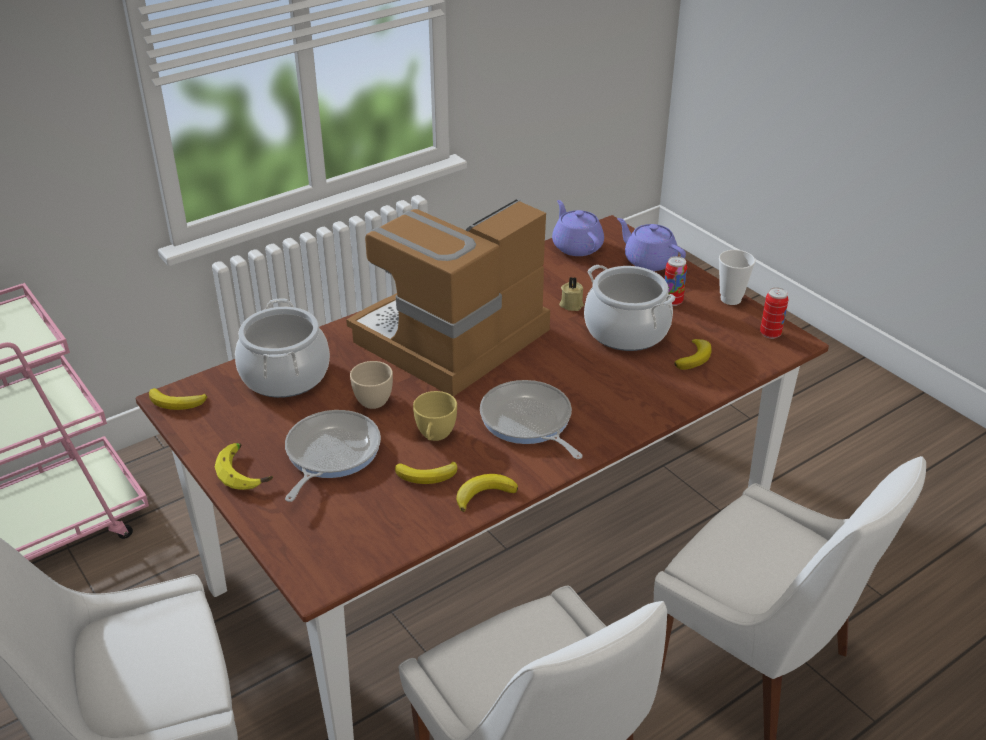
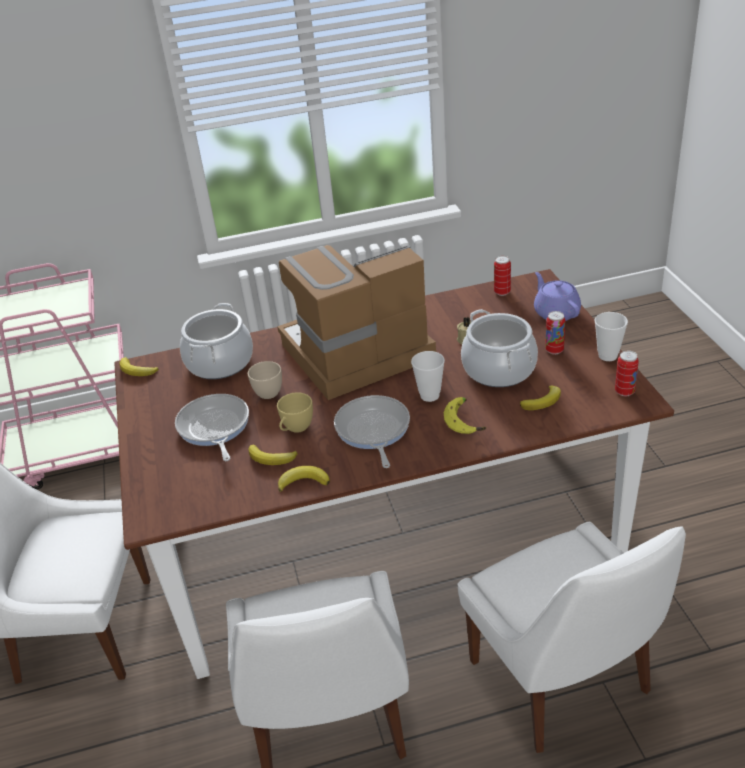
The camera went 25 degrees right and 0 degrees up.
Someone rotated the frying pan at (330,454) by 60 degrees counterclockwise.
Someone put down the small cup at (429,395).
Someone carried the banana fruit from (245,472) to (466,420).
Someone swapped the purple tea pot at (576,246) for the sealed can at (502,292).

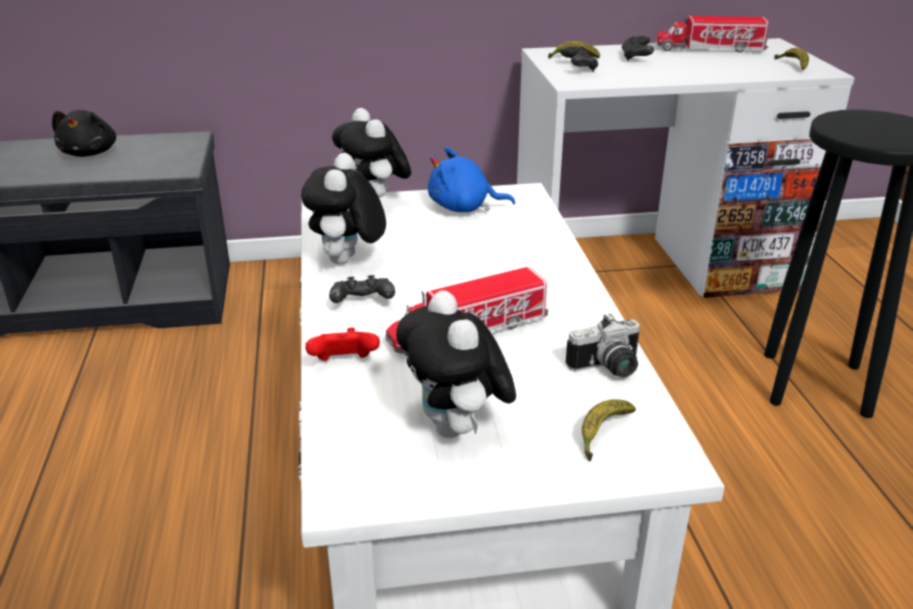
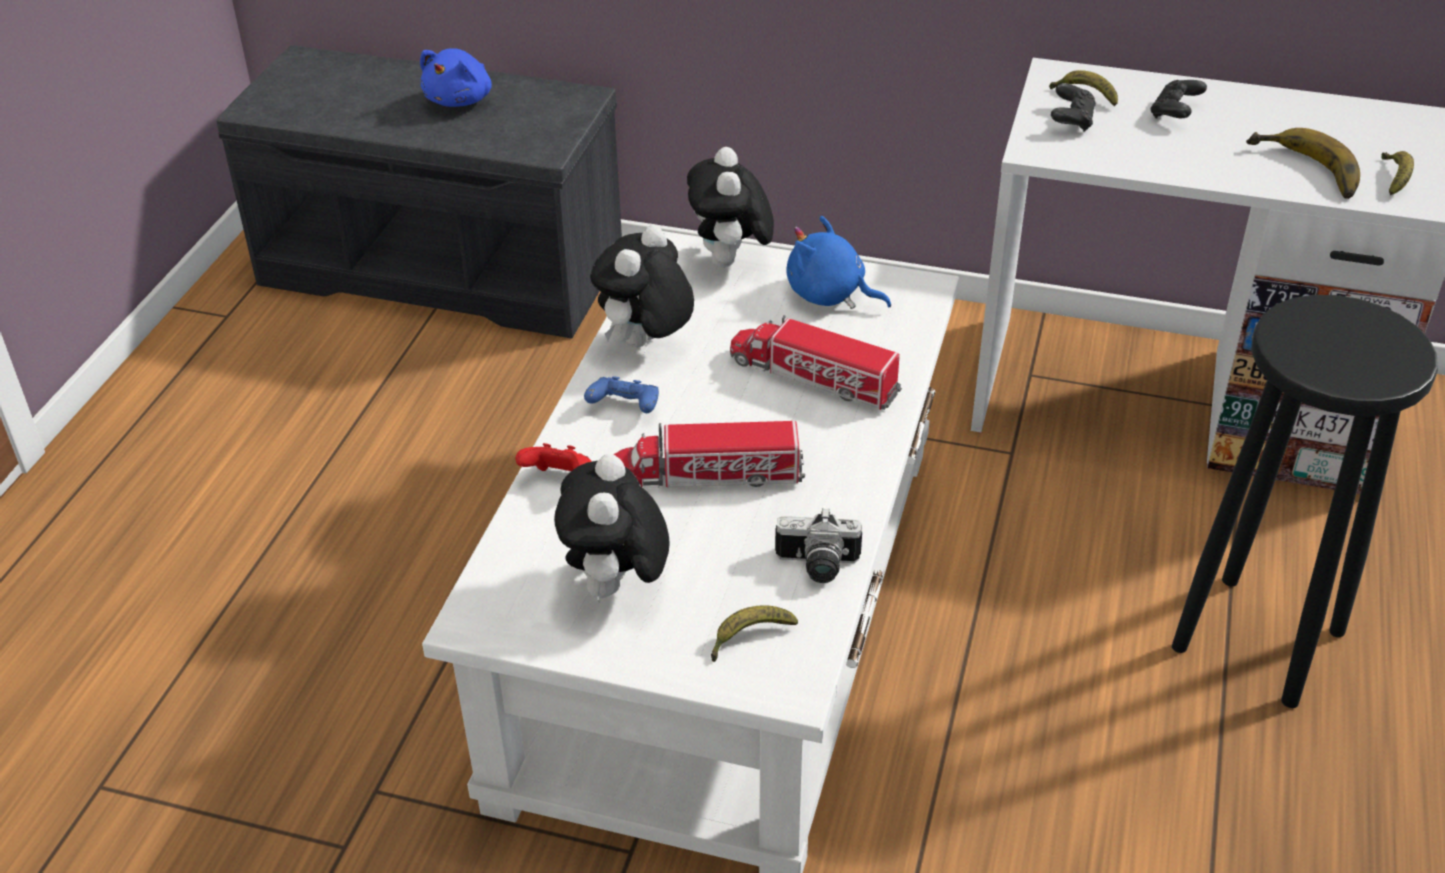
The camera went 25 degrees right and 10 degrees up.
Someone repainted the black-coloured plush toy at (90,153), which became the blue plush toy at (460,100).
Someone repainted the black-coloured gamepad at (362,303), which became the blue gamepad at (625,408).
Someone carried the toy lorry from (710,49) to (813,377).
Someone put down the banana fruit at (1303,172).

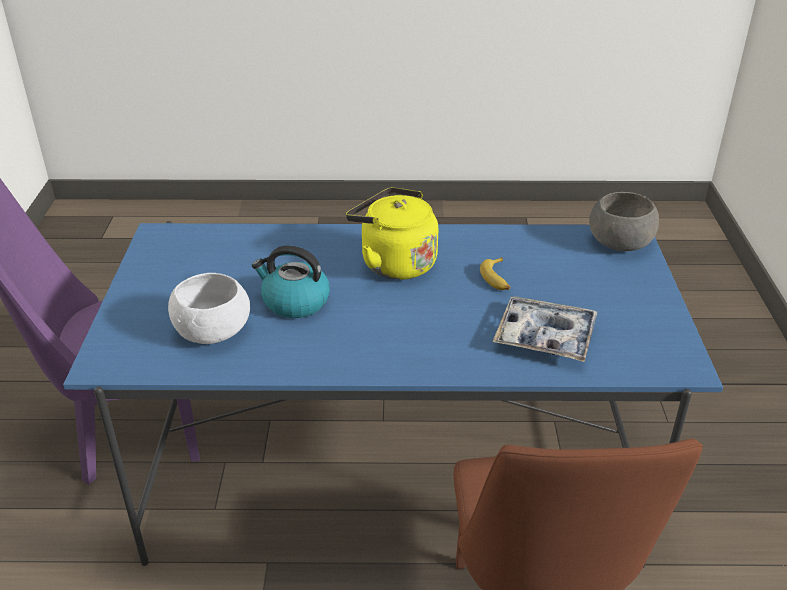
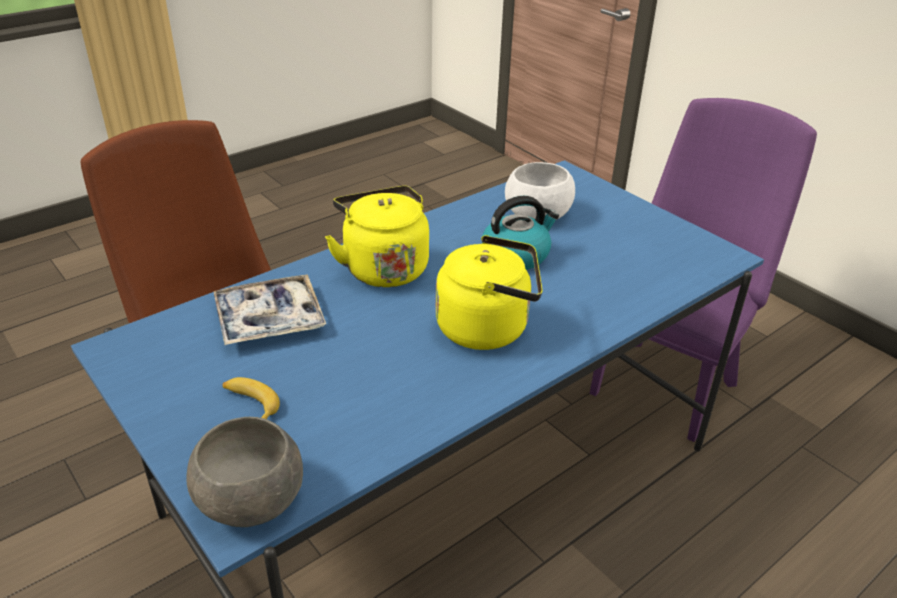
The camera went 140 degrees right and 0 degrees up.
Someone carried the banana fruit from (497,279) to (250,404).
Someone put down the yellow-coloured water kettle at (383,267).

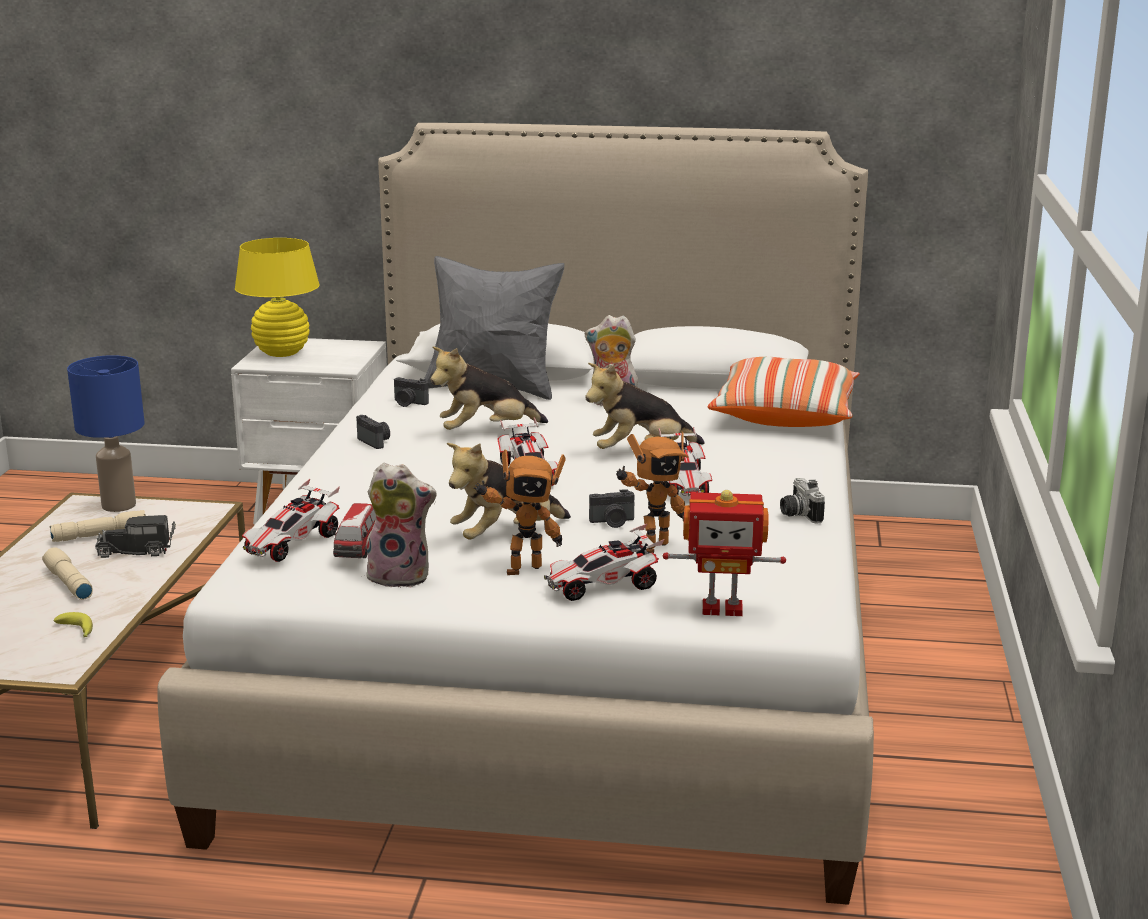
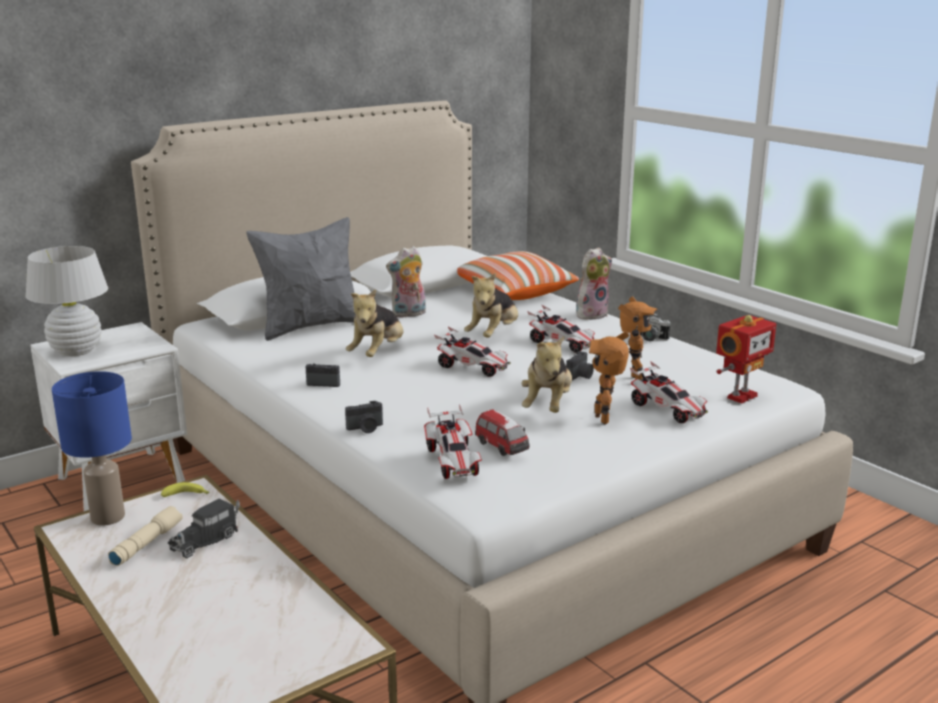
The camera went 45 degrees left and 0 degrees up.
Someone repainted the yellow-coloured lamp for a table at (282,352), which became the whitish lamp for a table at (76,351).
Someone carried the banana fruit from (77,632) to (187,495).
Someone carried the still camera from (408,403) to (365,428).
Someone carried the plush toy from (401,576) to (591,314).
Someone rotated the robot figure at (521,568) by 150 degrees clockwise.
Someone rotated the miniature car at (603,586) by 60 degrees counterclockwise.
Someone took away the beige flashlight at (68,583).

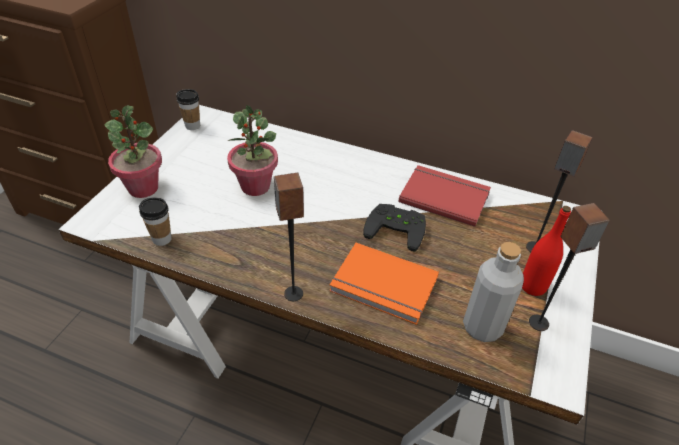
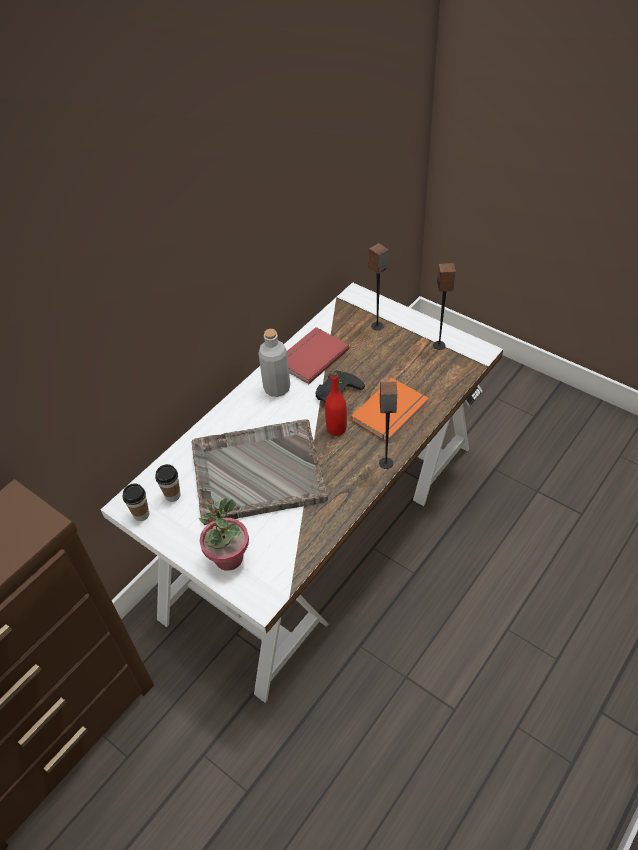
The camera went 70 degrees left and 5 degrees up.
Someone carried the small cup from (162,239) to (172,495).
Someone swapped the plant in a pot at (256,186) for the greyish serving tray at (257,472).
Someone carried the greyish drink bottle from (482,327) to (277,388).
Someone carried the red drink bottle from (533,286) to (336,429).

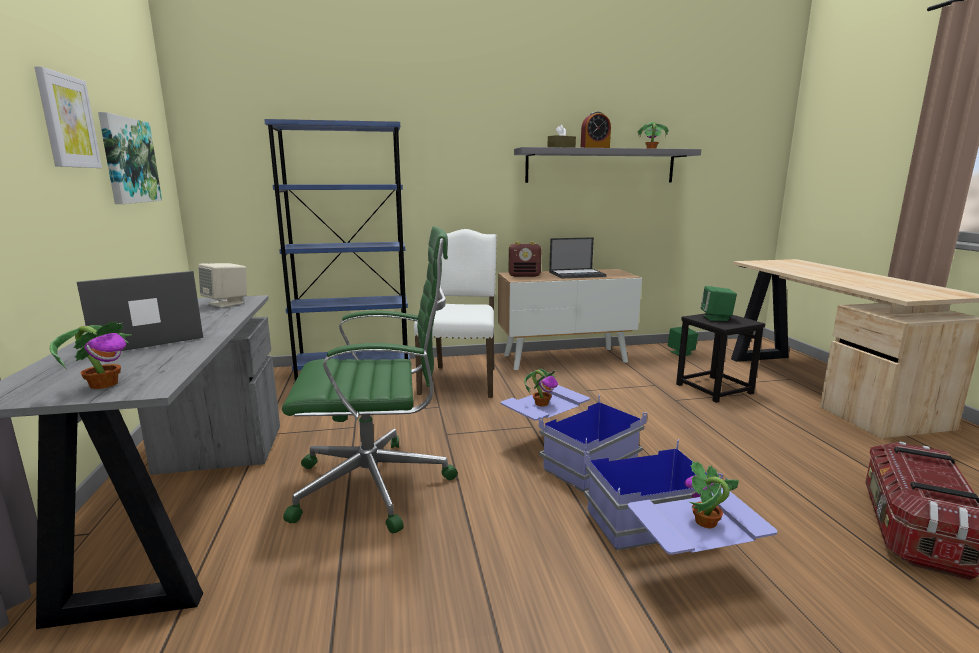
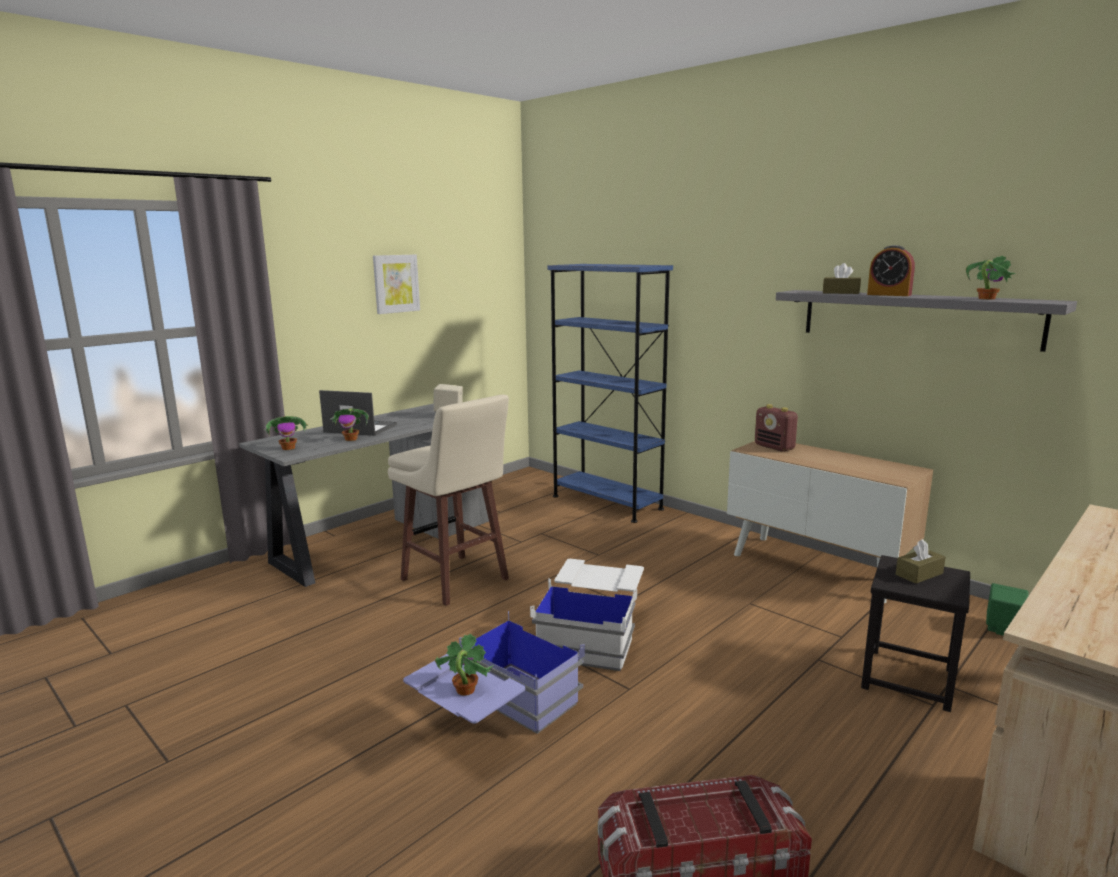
The camera went 55 degrees right and 0 degrees up.
Someone carried the plant in a pot from (541,403) to (351,439).
Someone swapped the greenish office chair at (377,485) for the beige stool seat at (456,581).
Someone repainted the blue storage container at (567,455), which became the whitish storage container at (592,634).
Someone swapped the greenish audio speaker at (716,318) for the brown-coloured tissue holder at (919,574).
Someone took away the picture at (128,160).
Someone took away the whitish plain chair at (461,380).
Someone took away the notebook computer at (577,274).

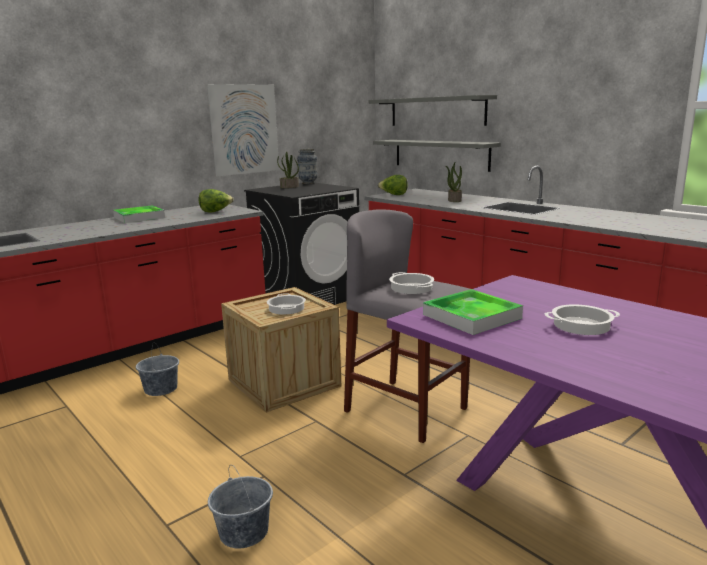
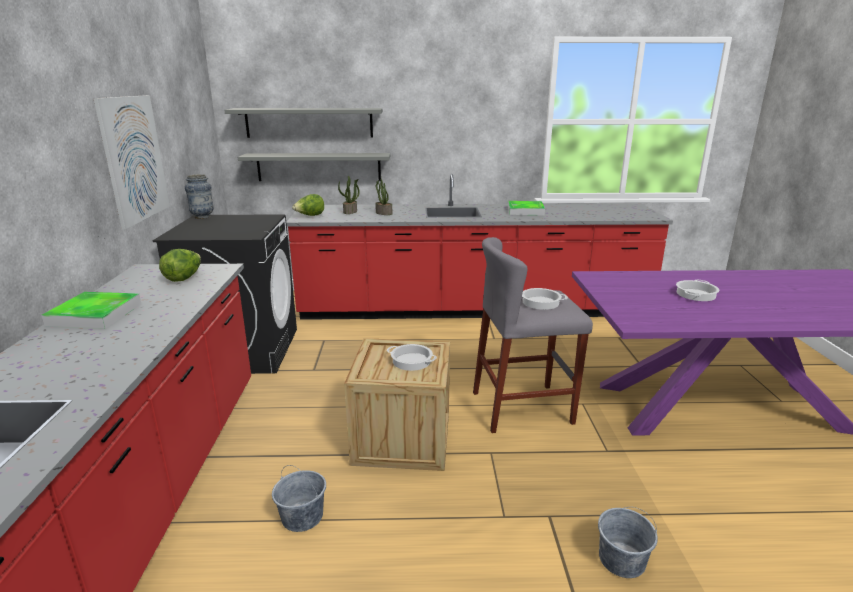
The camera went 50 degrees left and 5 degrees up.
Someone carried the plant in a pot from (289,187) to (350,212).
Someone carried the serving tray from (471,316) to (525,211).

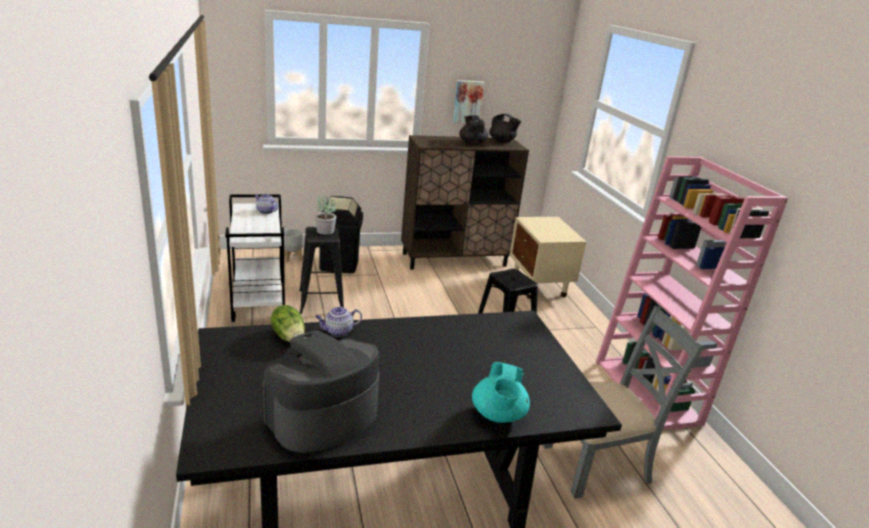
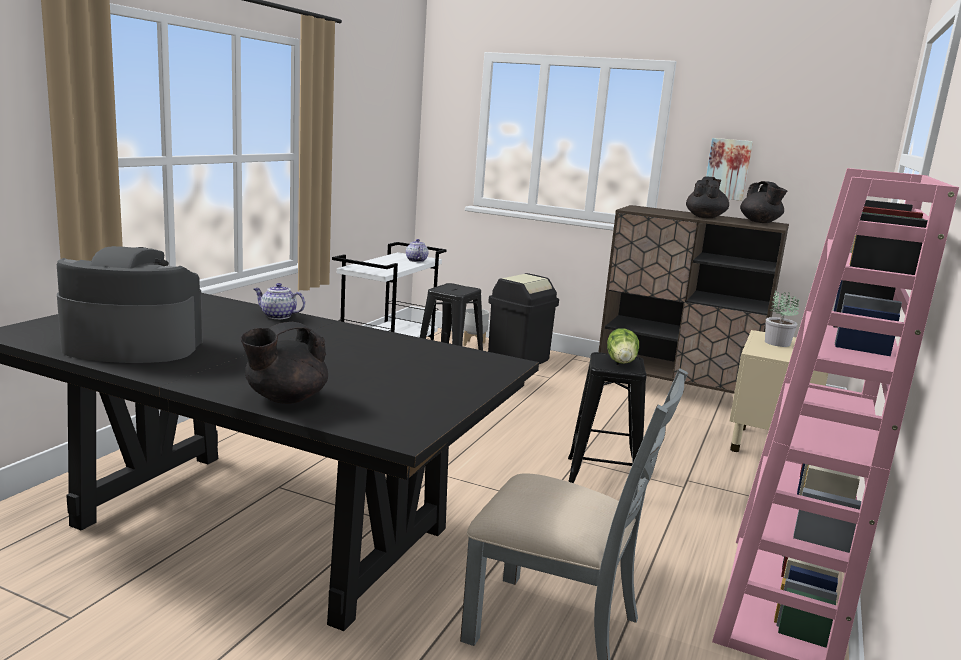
The camera went 40 degrees right and 10 degrees down.
Someone repainted the turquoise tea pot at (498,415), which became the black-coloured tea pot at (285,398).
Someone carried the lettuce head from (289,336) to (622,362).
Someone carried the plant in a pot from (325,231) to (777,343).

